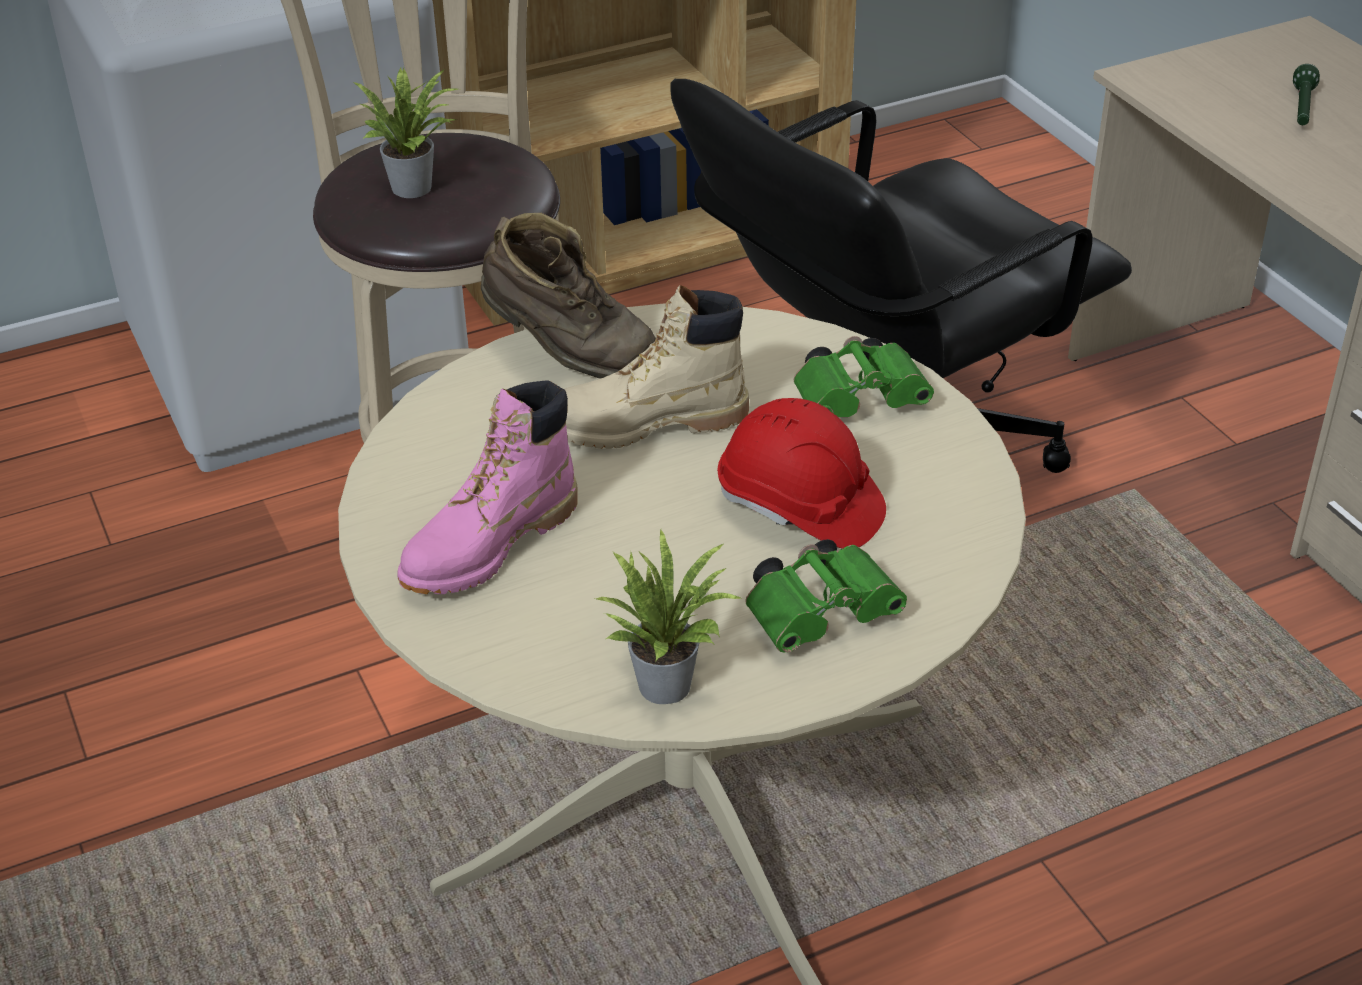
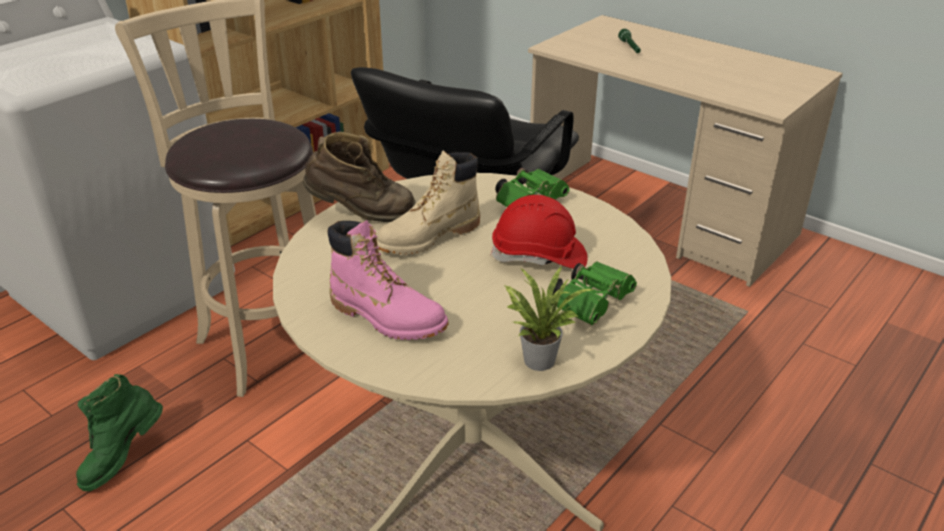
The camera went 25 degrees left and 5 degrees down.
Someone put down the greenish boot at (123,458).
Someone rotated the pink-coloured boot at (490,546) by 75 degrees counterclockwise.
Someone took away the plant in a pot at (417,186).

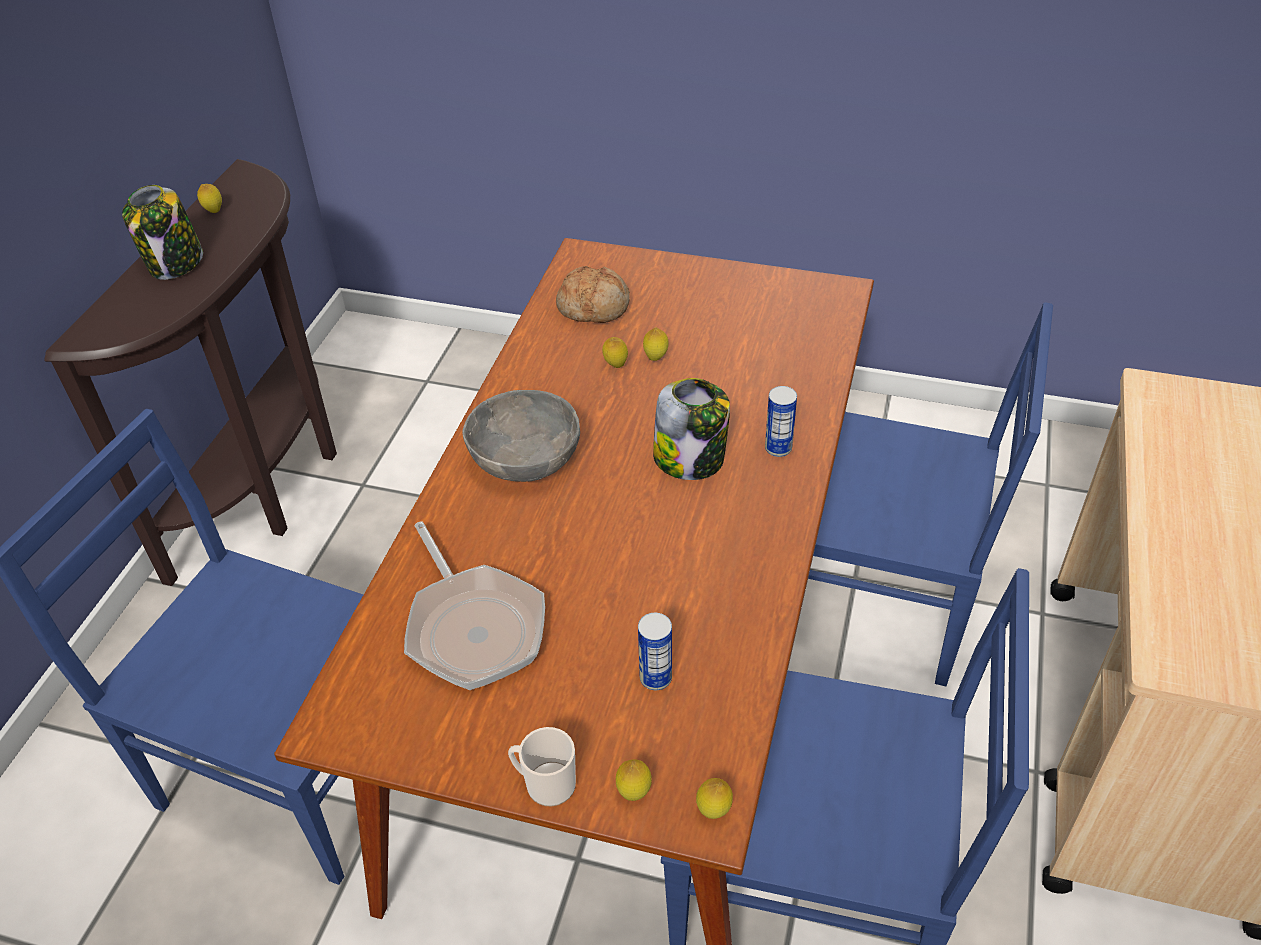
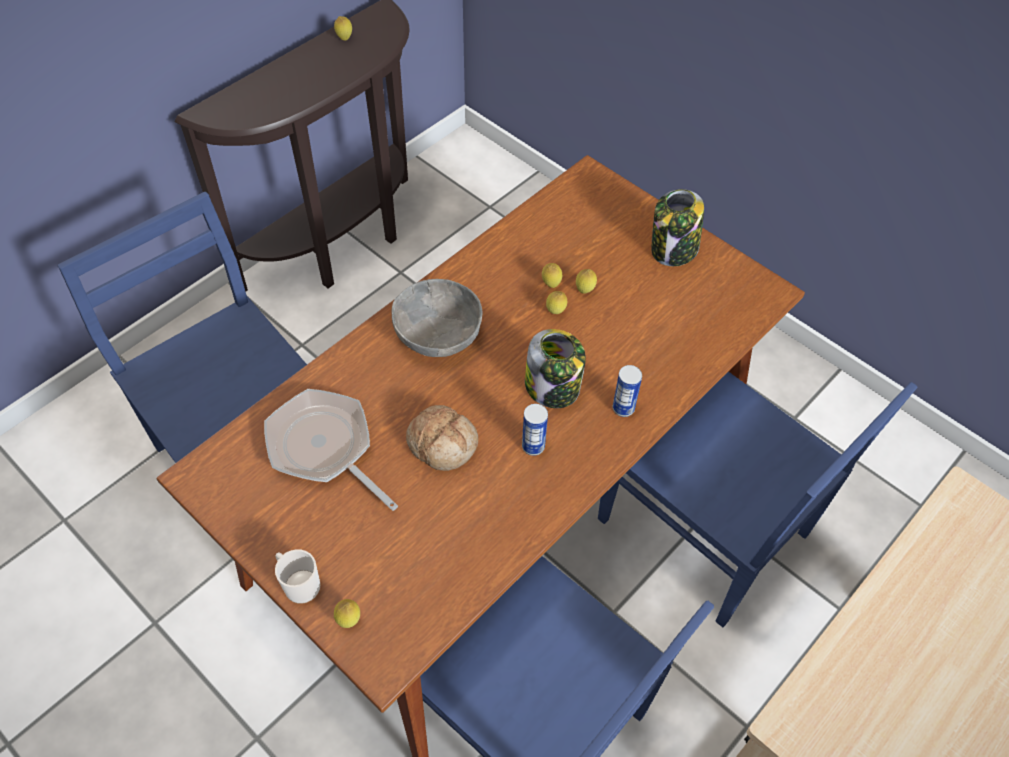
The camera went 25 degrees right and 10 degrees up.
Someone rotated the frying pan at (473,627) by 135 degrees clockwise.
Someone carried the bread from (594,306) to (443,443).
Someone carried the sealed can from (655,678) to (533,446).
Someone carried the whole lemon from (713,811) to (555,312).
Someone carried the preserve jar from (175,264) to (673,250).

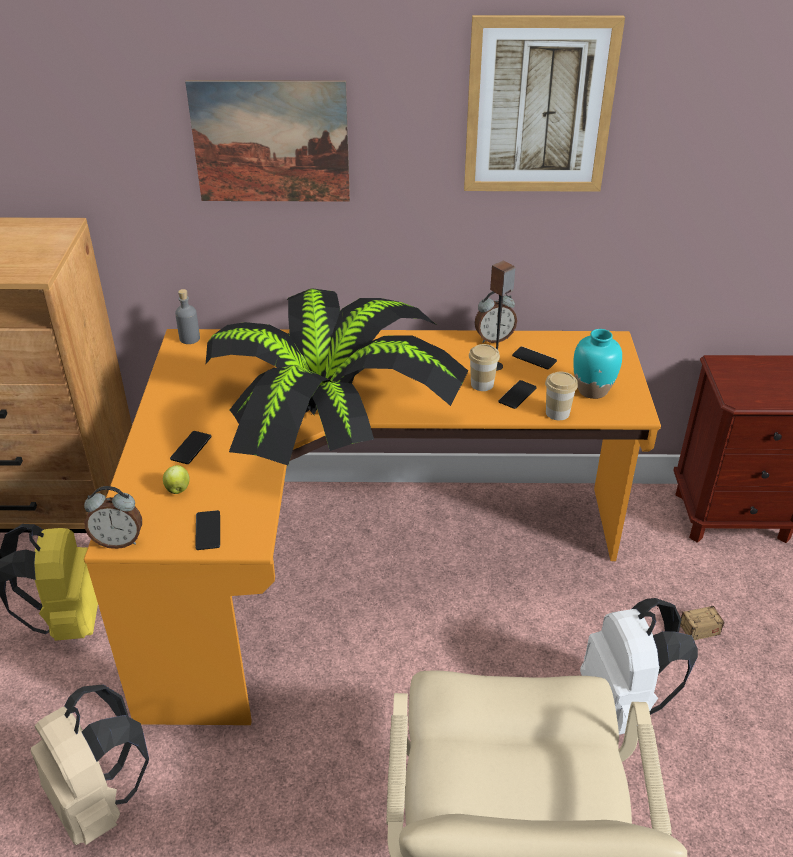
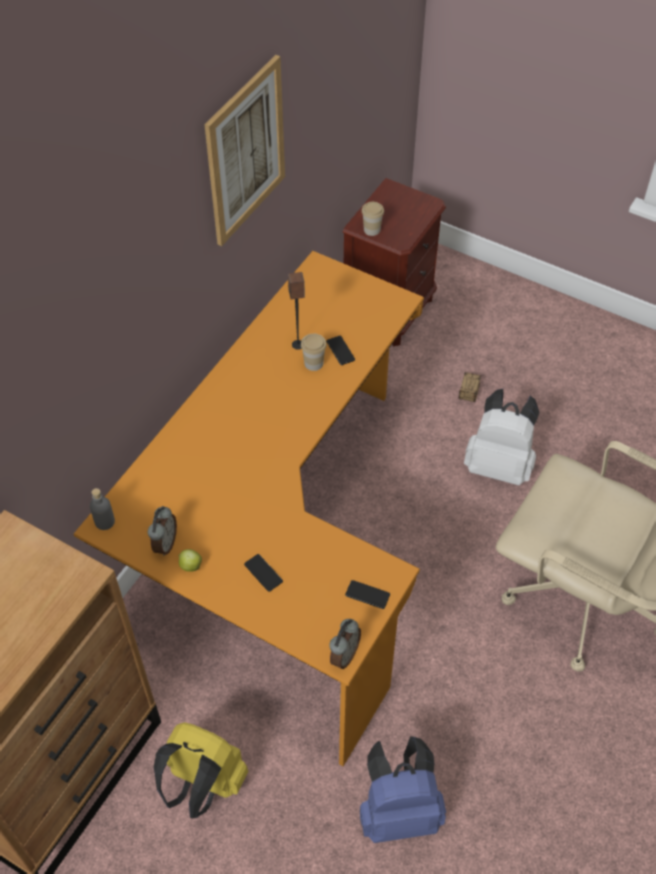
The camera went 60 degrees left and 15 degrees up.
Someone carried the bedside clock from (494,338) to (164,543).
Someone carried the whole apple from (178,489) to (190,565).
Someone repainted the beige rucksack at (99,801), which became the blue rucksack at (399,811).
Someone carried the small cup from (557,413) to (372,230).
Someone took away the picture at (271,142).
Someone took away the plant in a pot at (330,400).
Someone took away the handset at (534,358).
Someone took away the turquoise decorative vase at (592,390).

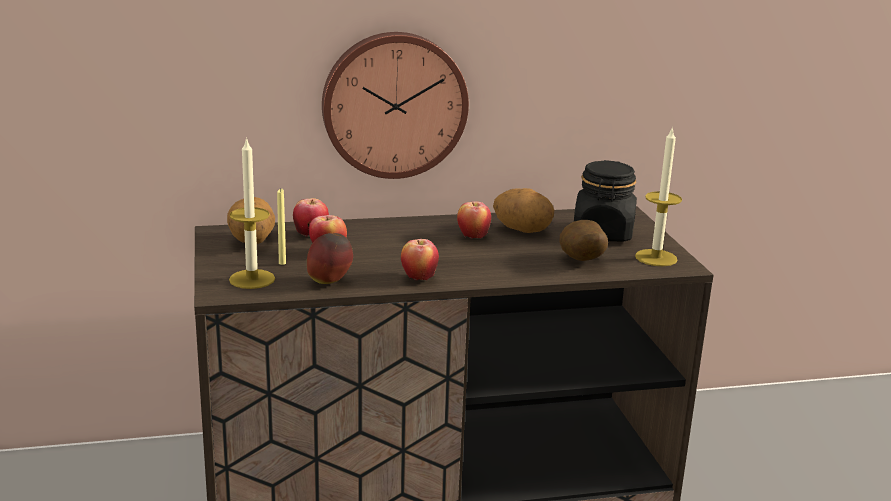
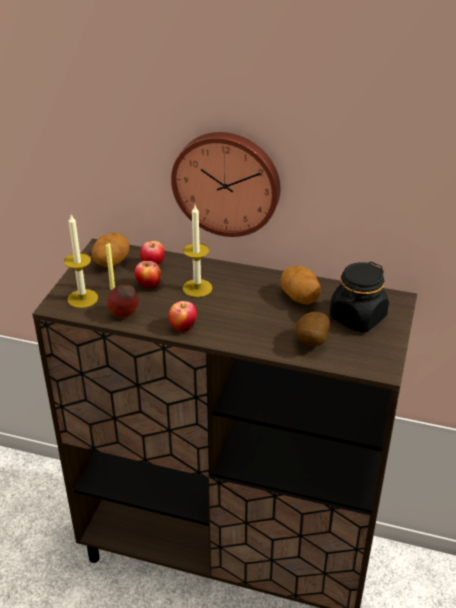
The camera went 30 degrees right and 15 degrees up.
Someone carried the candle from (656,258) to (197,288).
Someone took away the whole apple at (472,237).

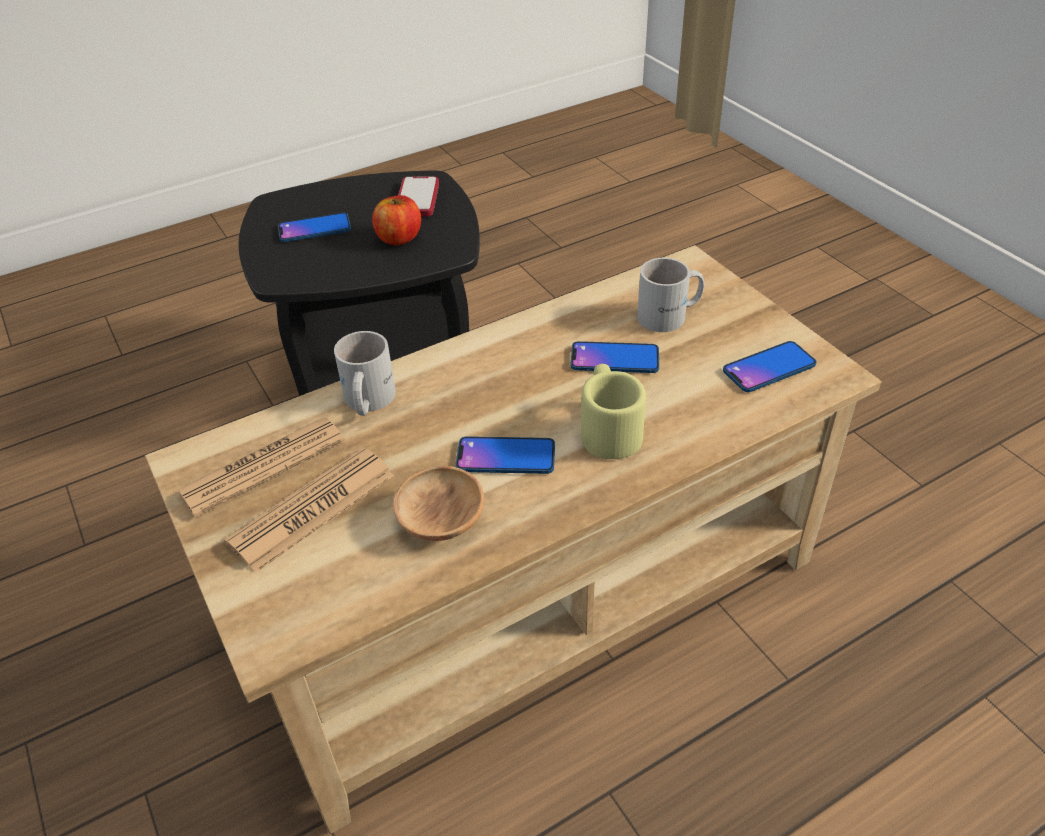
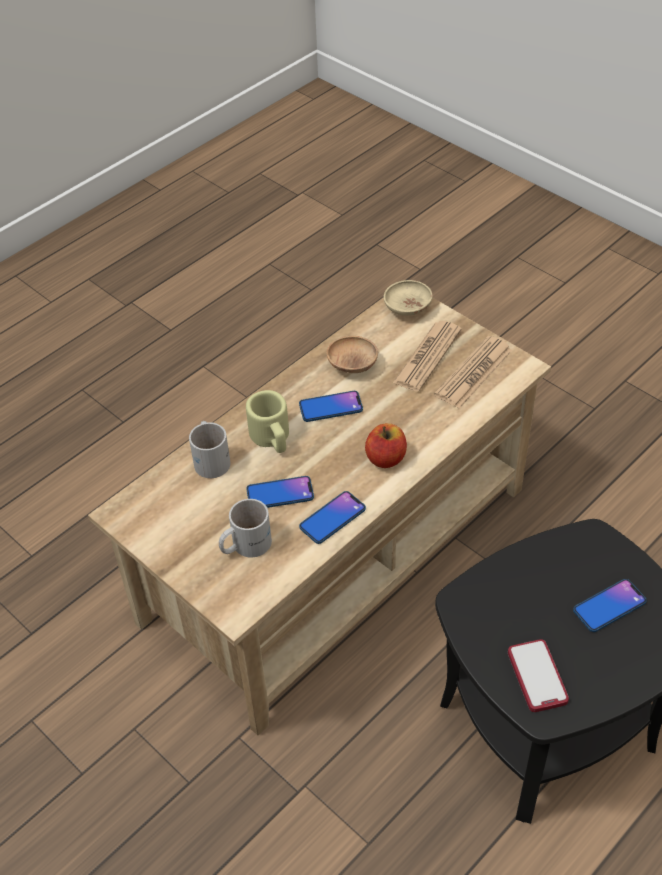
The camera went 165 degrees right and 5 degrees up.
Someone carried the whitish mug from (366,401) to (212,458).
Someone carried the handset from (769,368) to (332,518).
Someone carried the whole apple from (399,238) to (386,458).
Someone put down the beige serving bowl at (407,308).

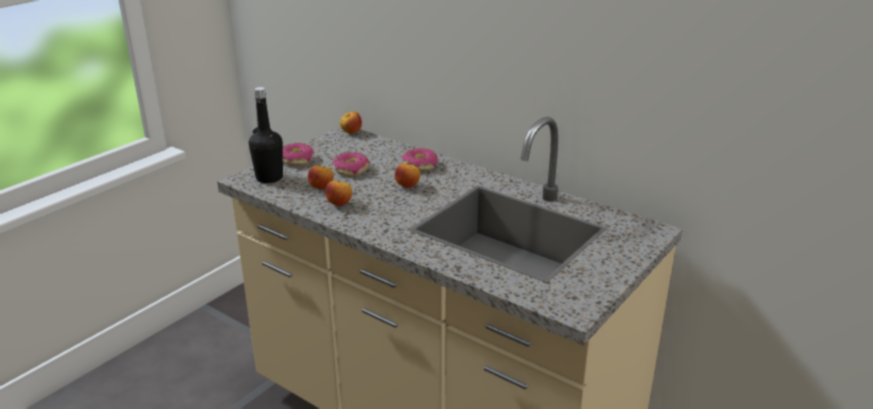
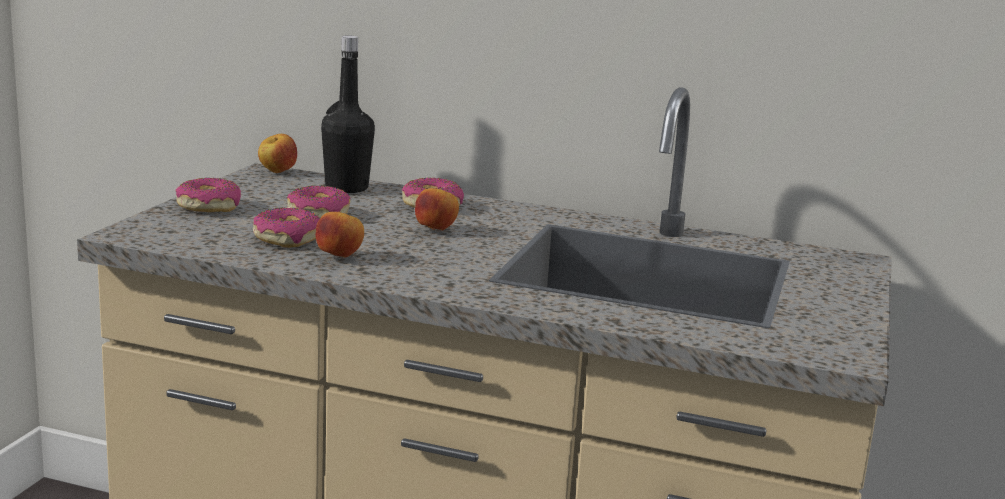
The camera went 20 degrees left and 10 degrees down.
Someone swapped the whole apple at (322,188) for the donut at (287,239).
Someone carried the black-coloured drink bottle from (269,178) to (346,188).

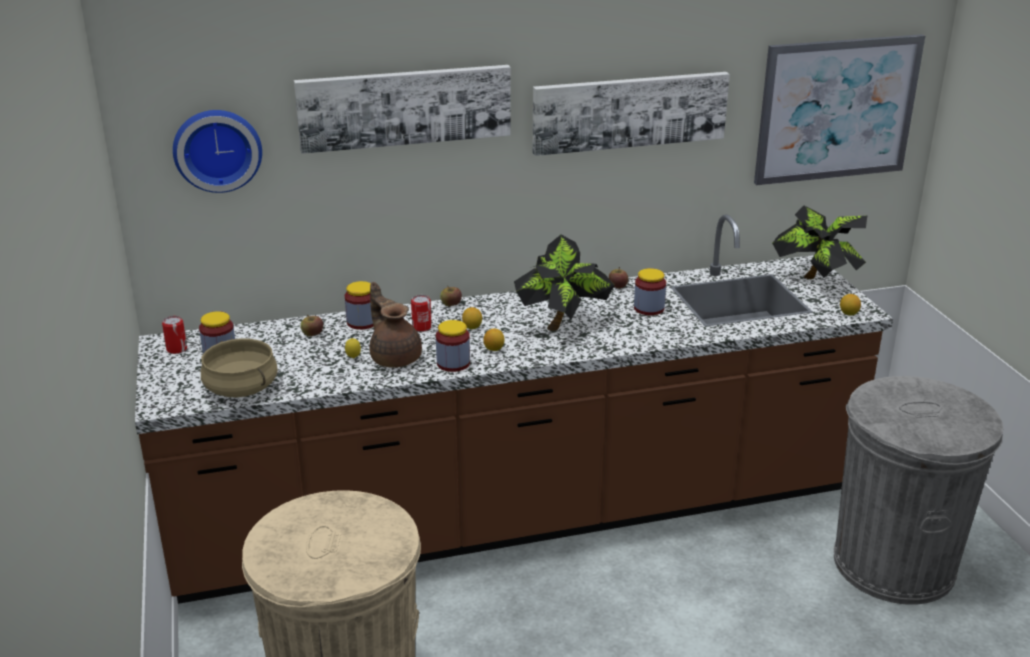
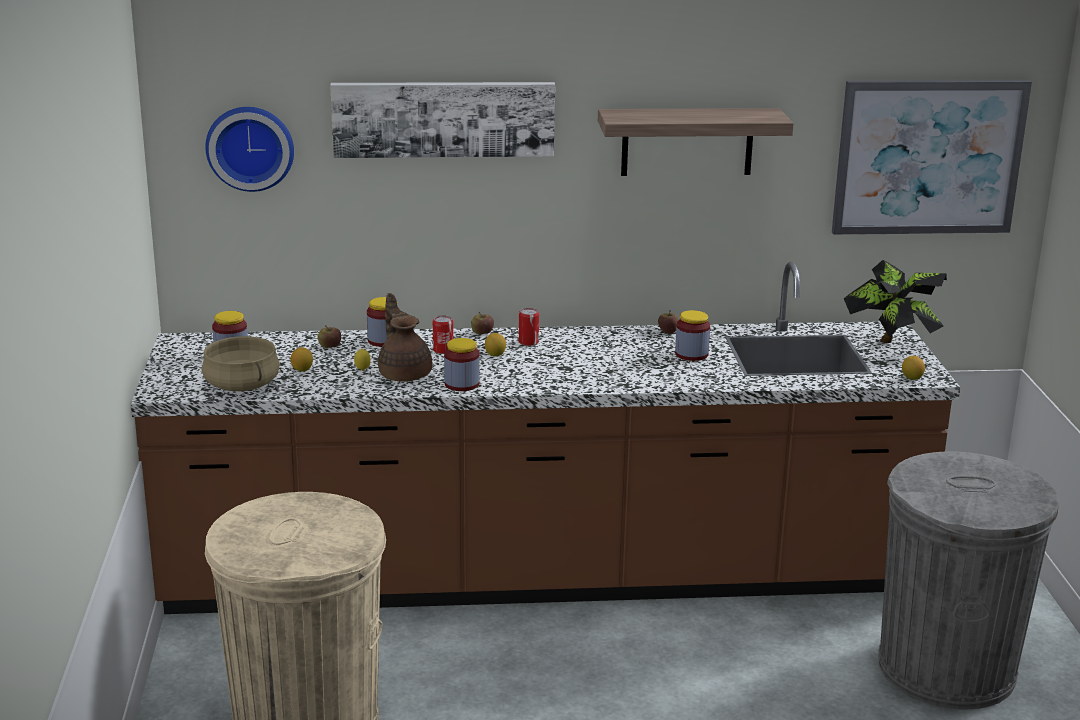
The camera went 10 degrees right and 5 degrees down.
Someone carried the whole lemon from (494,349) to (302,370).
Someone carried the sealed can from (177,349) to (528,342).
Someone swapped the picture at (629,111) for the shelf at (687,141).
Someone took away the plant in a pot at (562,325).

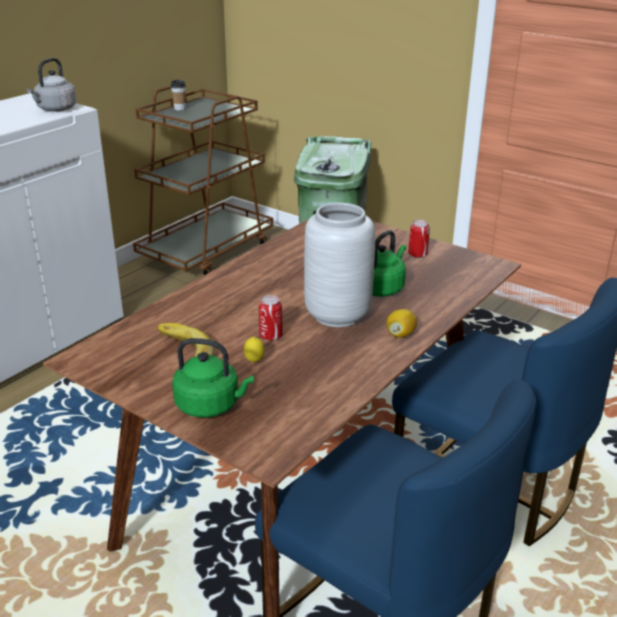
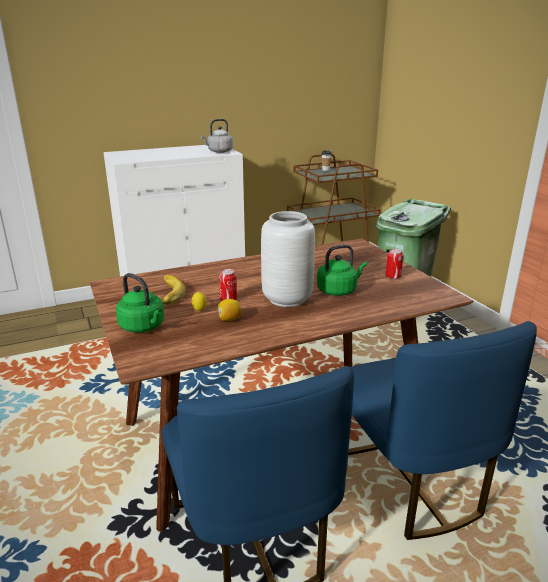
The camera went 30 degrees right and 5 degrees down.
Someone carried the whole lemon from (400,334) to (229,319).

